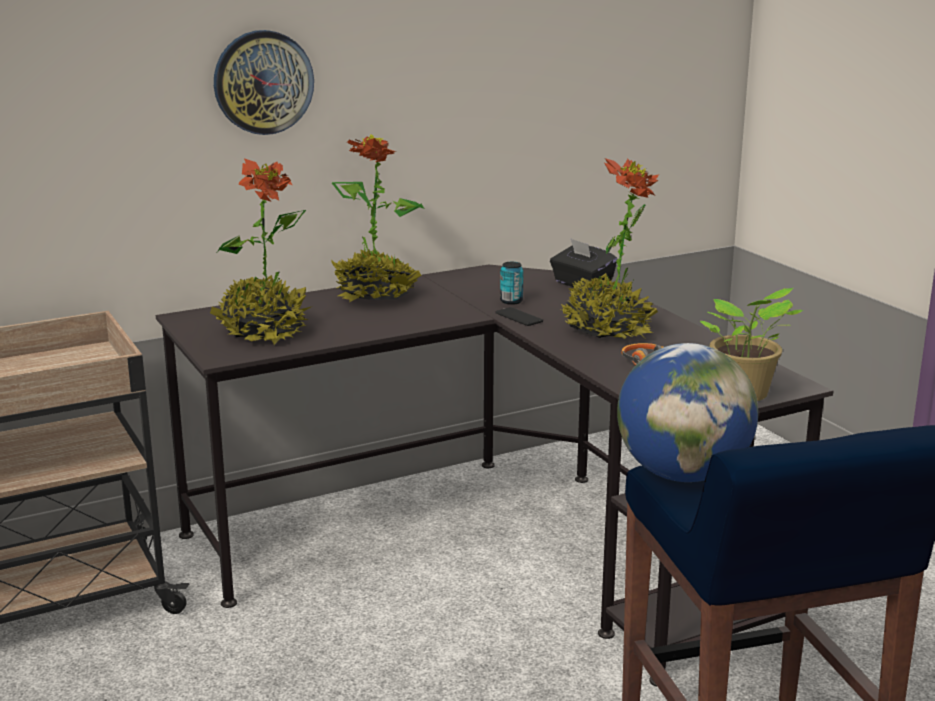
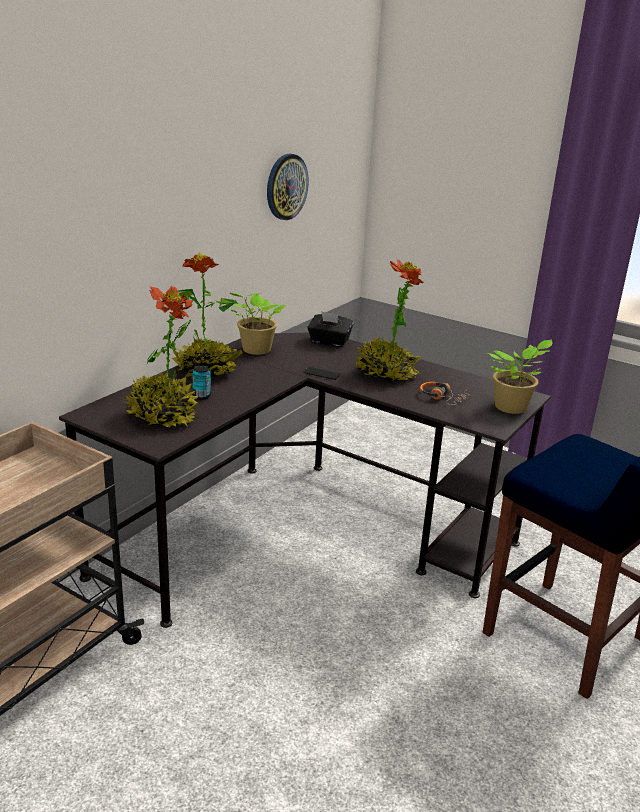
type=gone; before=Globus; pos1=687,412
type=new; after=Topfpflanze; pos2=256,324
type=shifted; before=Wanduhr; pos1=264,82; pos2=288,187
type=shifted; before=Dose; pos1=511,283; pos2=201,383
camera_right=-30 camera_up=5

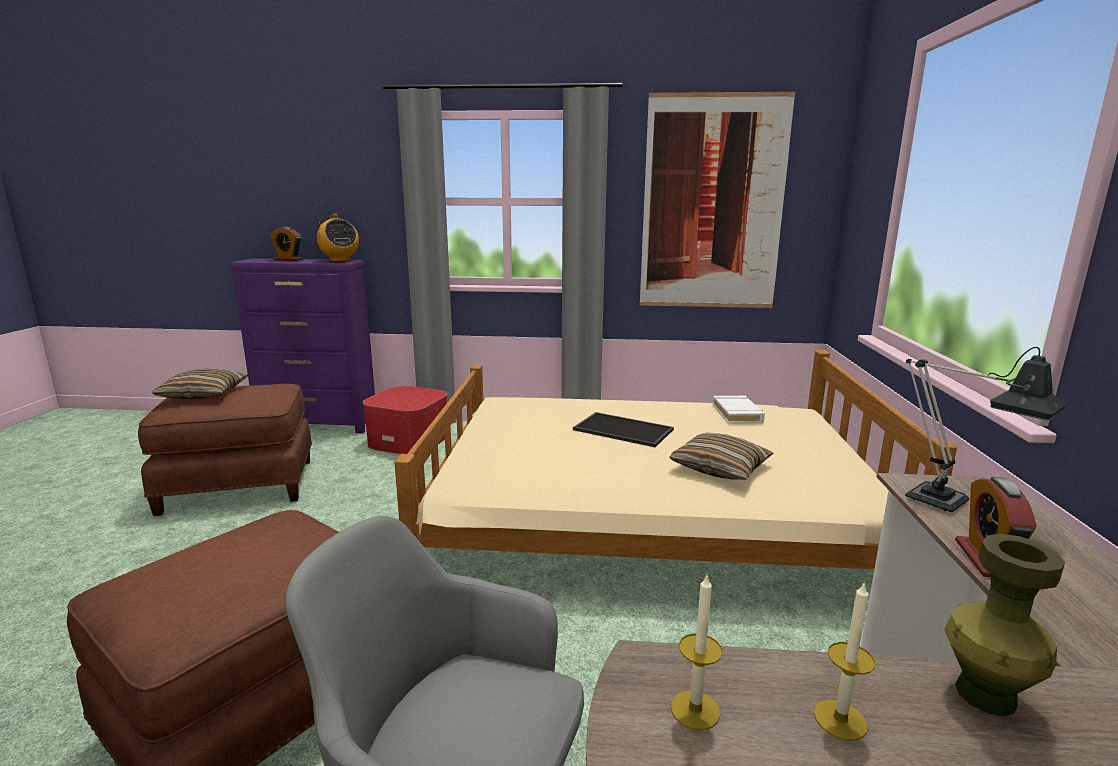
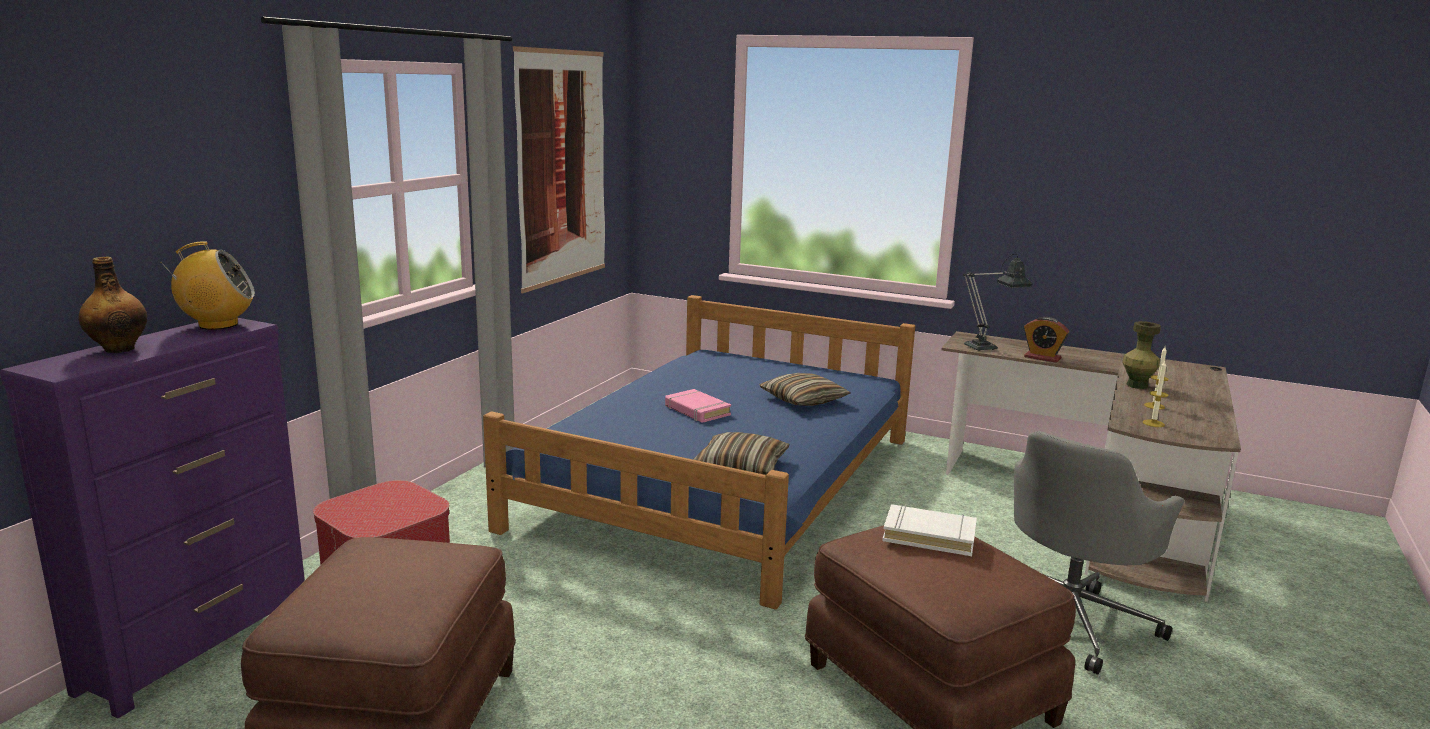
type=shifted; before=Kissen; pos1=200,383; pos2=741,453
type=shifted; before=Buch (weiß); pos1=739,410; pos2=929,530
type=swapped; before=Wecker; after=Flasche; pos1=286,244; pos2=112,304
type=swapped; before=Tablett; after=Buch (rosa); pos1=623,429; pos2=698,406
type=repainted; before=Bett (beige); after=Bett (blau); pos1=675,459; pos2=699,452
camera_right=-70 camera_up=0

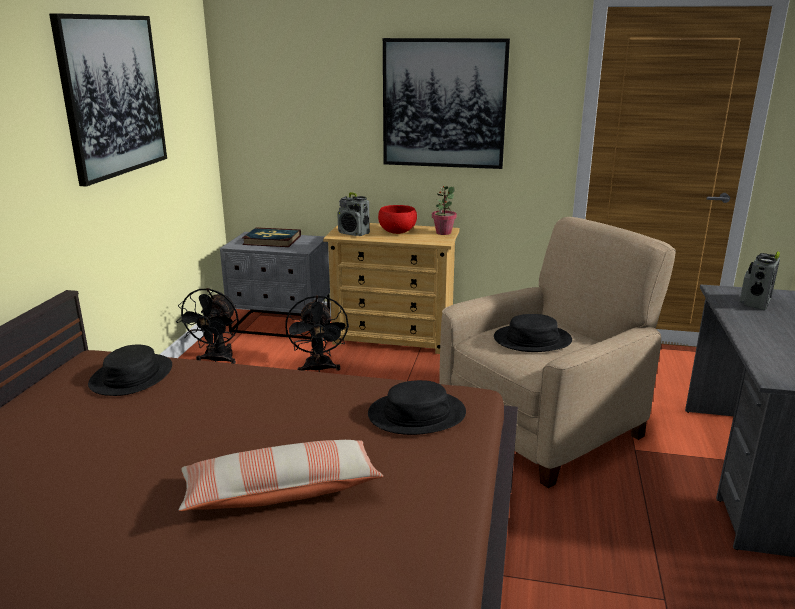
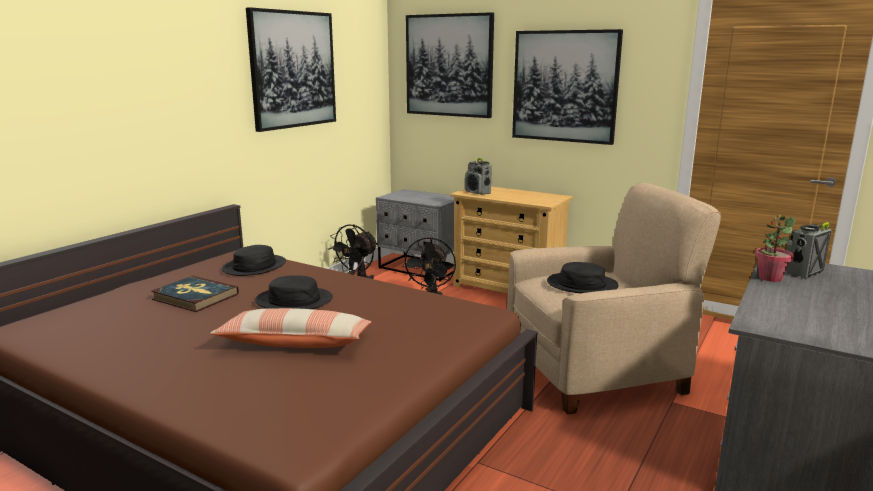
type=gone; before=Schüssel (rot); pos1=397,219
type=new; after=Bild; pos2=450,65
type=shifted; before=Buch; pos1=271,237; pos2=195,294
type=shifted; before=Hut (schwarz); pos1=417,407; pos2=294,292
type=shifted; before=Topfpflanze; pos1=444,210; pos2=775,248
camera_right=20 camera_up=-5

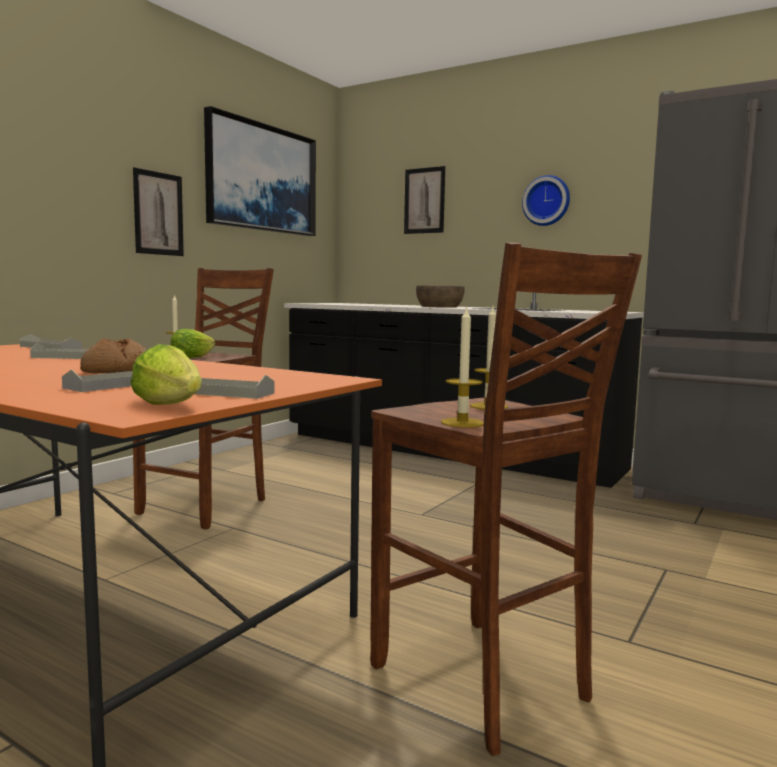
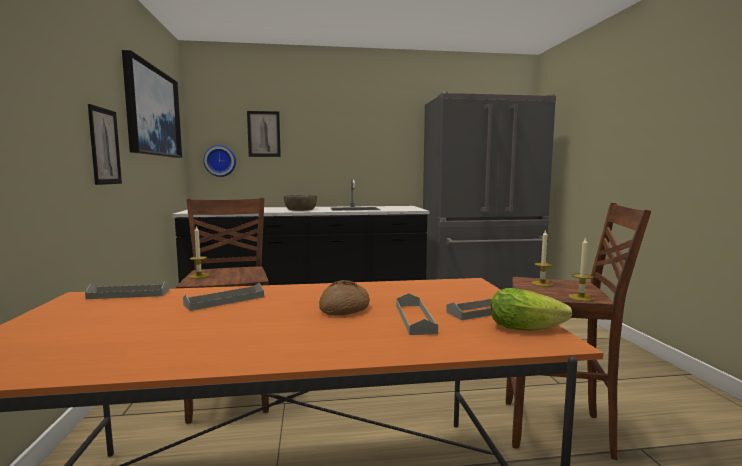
type=gone; before=Salatkopf; pos1=192,343
type=shifted; before=Wanduhr; pos1=546,200; pos2=220,161
camera_right=-40 camera_up=0

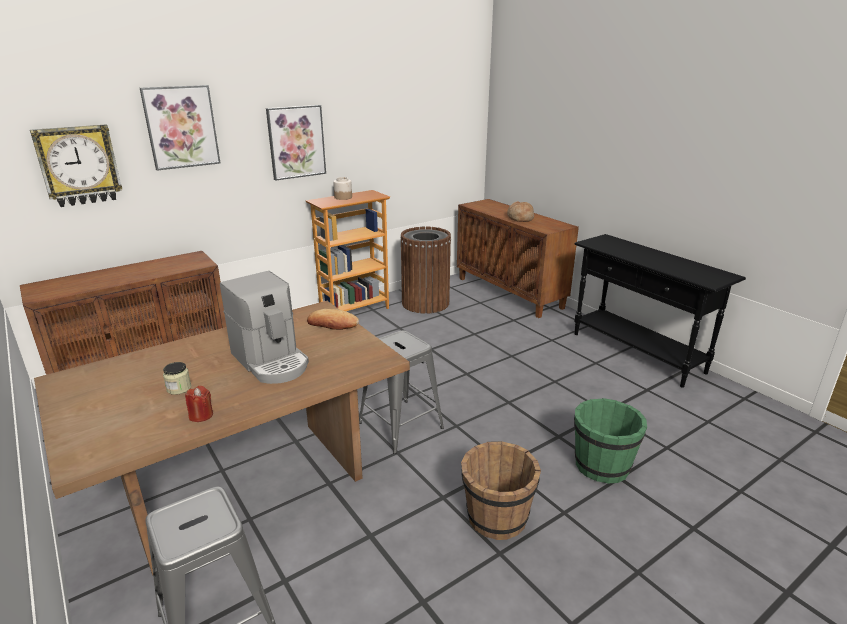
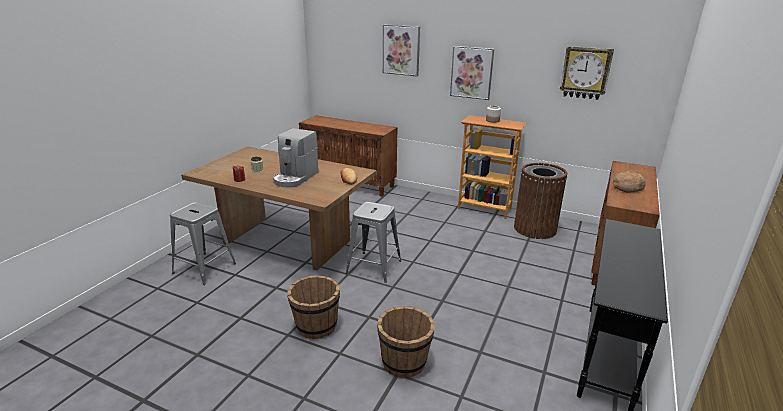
type=shifted; before=Wanduhr; pos1=76,165; pos2=587,73
type=repainted; before=Eimer (grün); after=Eimer (braun); pos1=610,440; pos2=406,342
camera_right=60 camera_up=0

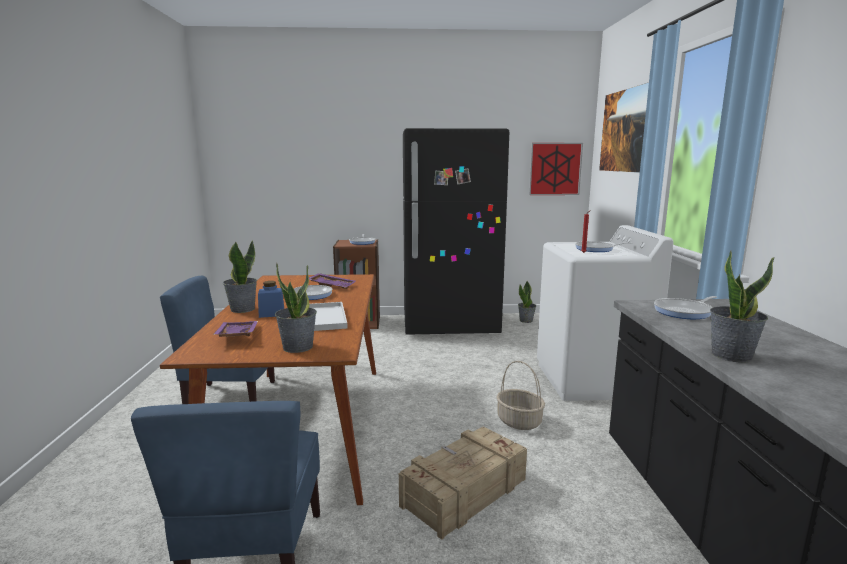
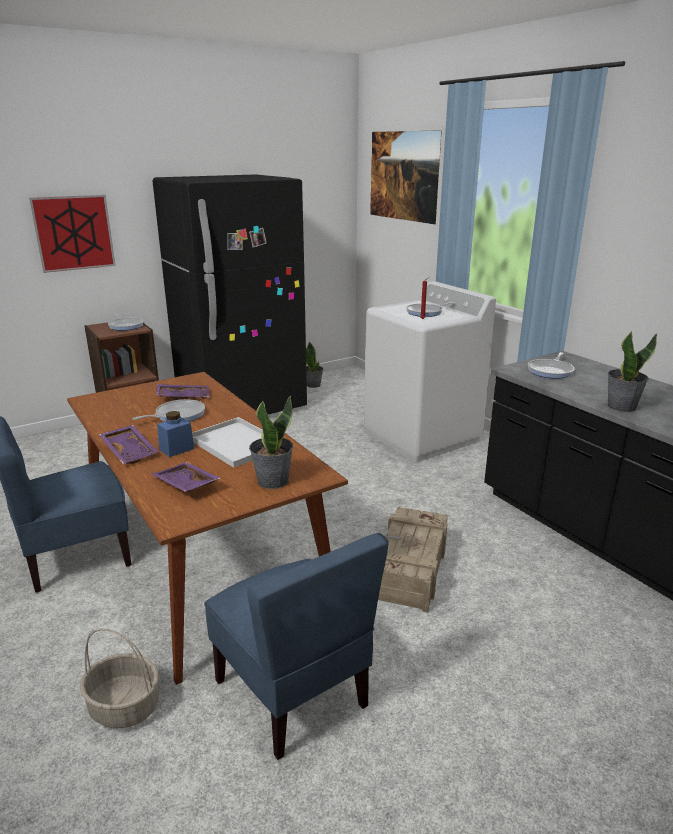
type=shifted; before=Korb; pos1=520,395; pos2=119,678
type=shifted; before=Bild; pos1=556,169; pos2=72,234
type=swapped; before=Topfpflanze; after=Tablett (lila); pos1=240,276; pos2=128,444
camera_right=-30 camera_up=10

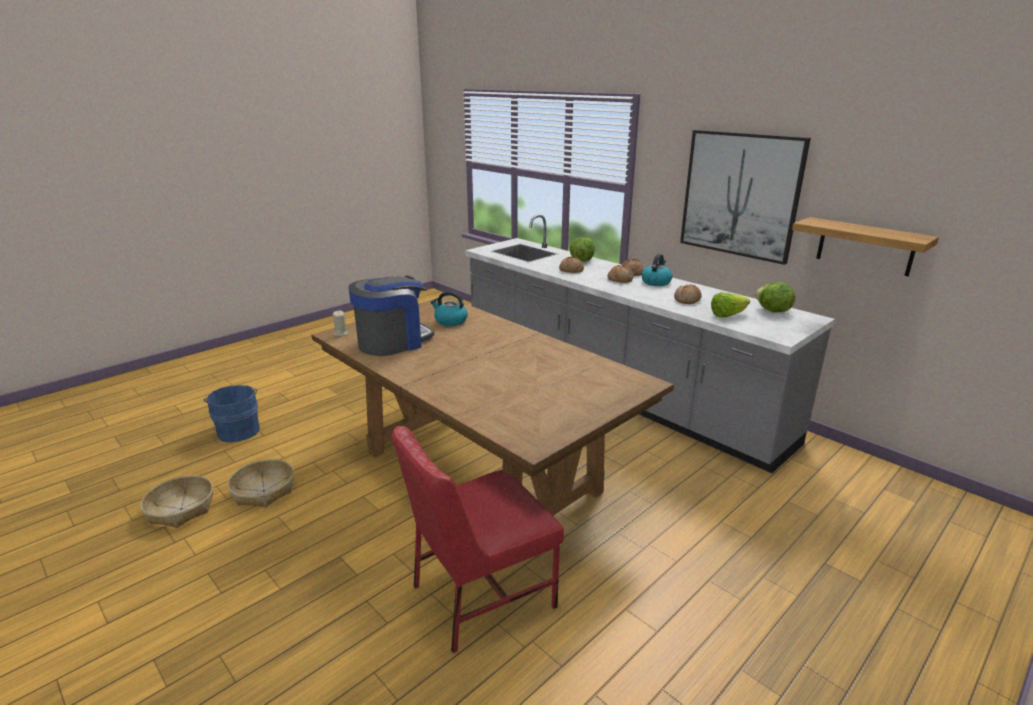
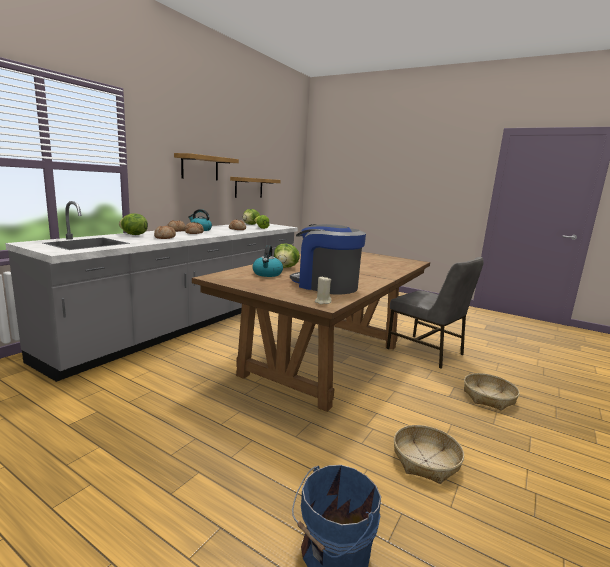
type=new; after=Salatkopf; pos2=287,255
type=shifted; before=Korb; pos1=176,501; pos2=492,392
type=swapped; before=Bild; after=Wandregal; pos1=745,197; pos2=206,166
type=repainted; before=Stuhl (rot); after=Stuhl (grau); pos1=478,539; pos2=435,313
camera_right=-105 camera_up=-10

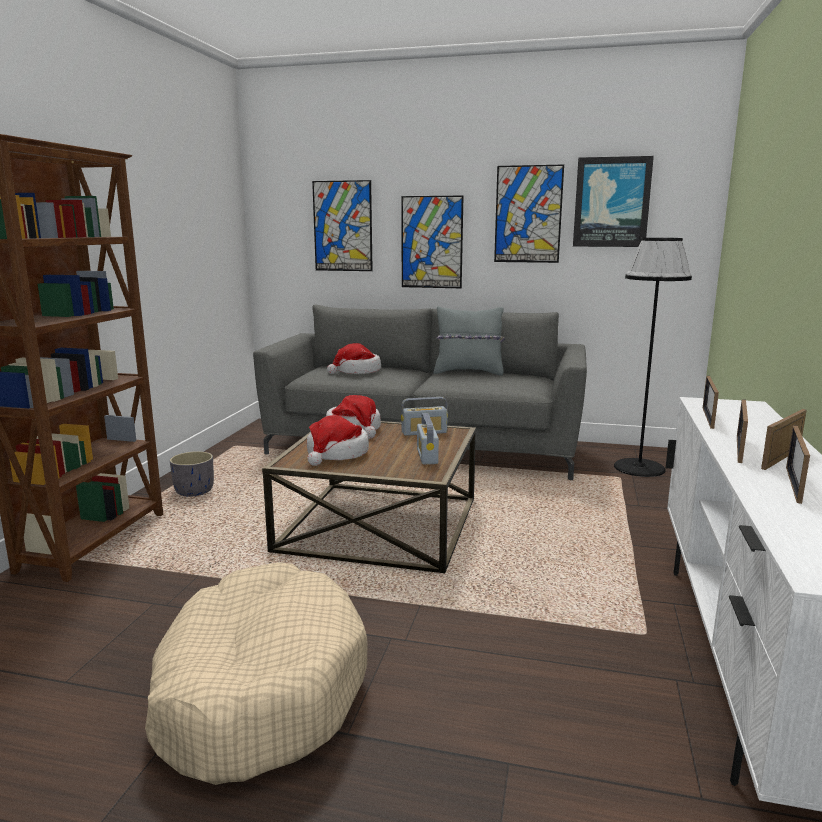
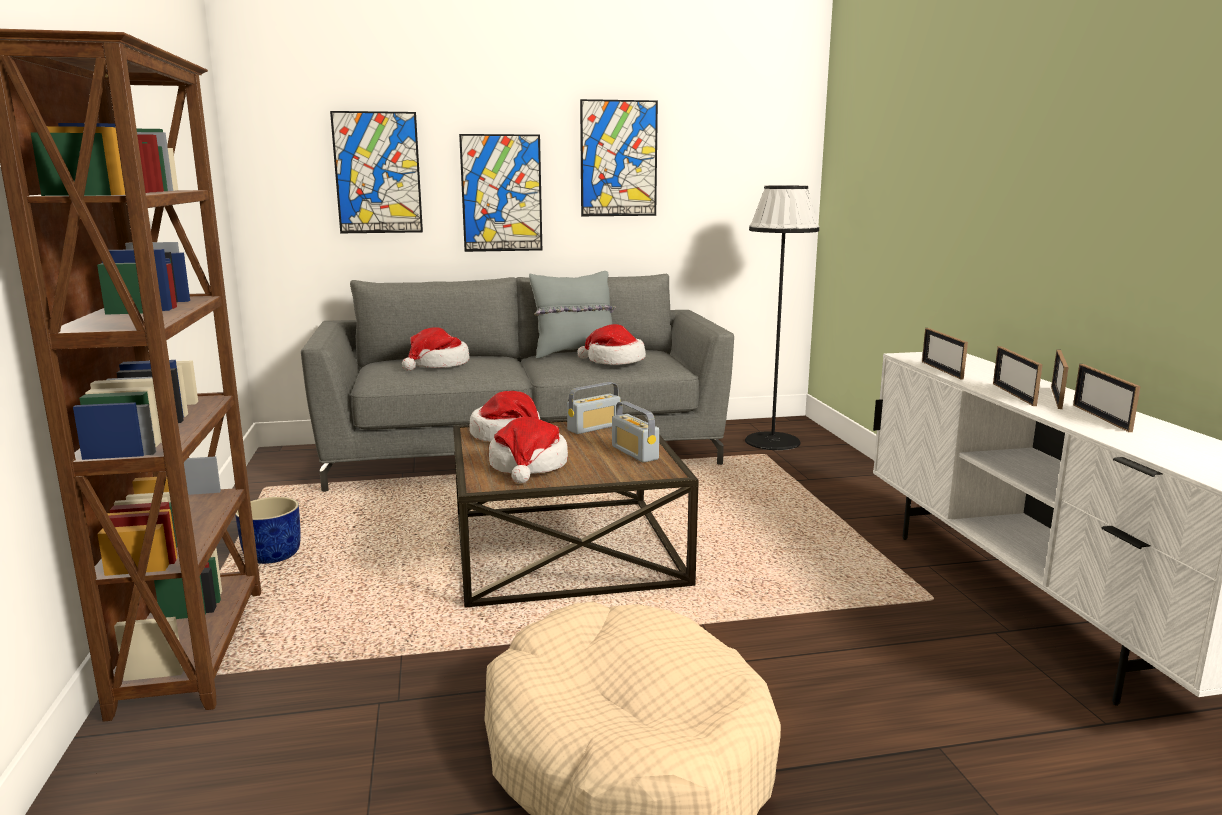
type=gone; before=Bild; pos1=613,201
type=new; after=Hut; pos2=611,344
type=repainted; before=Pflanzkübel (grau); after=Pflanzkübel (blau); pos1=192,474; pos2=268,530
camera_right=-25 camera_up=0

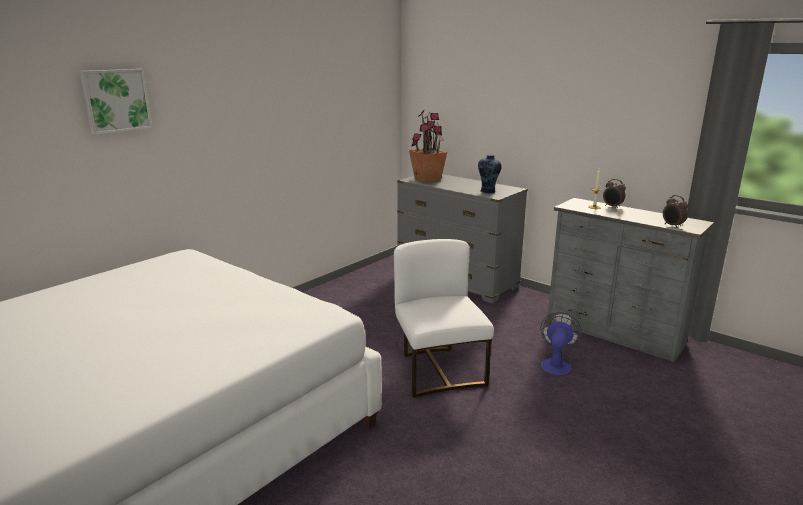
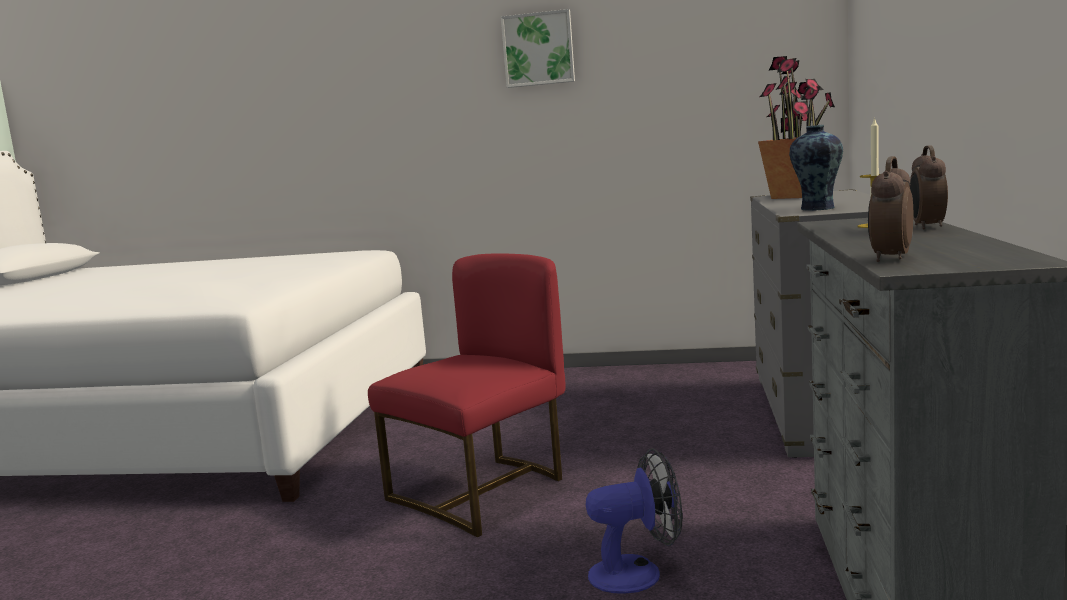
type=shifted; before=Bild; pos1=116,102; pos2=538,48
type=repainted; before=Stuhl (weiß); after=Stuhl (rot); pos1=444,318; pos2=466,395
camera_right=60 camera_up=-10

